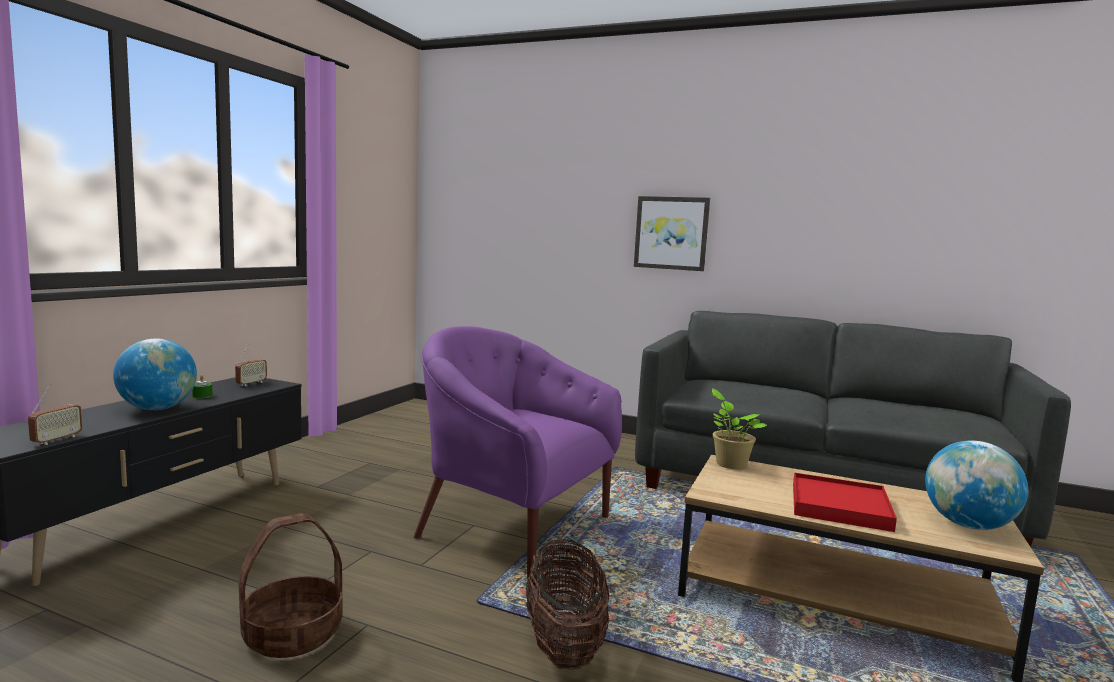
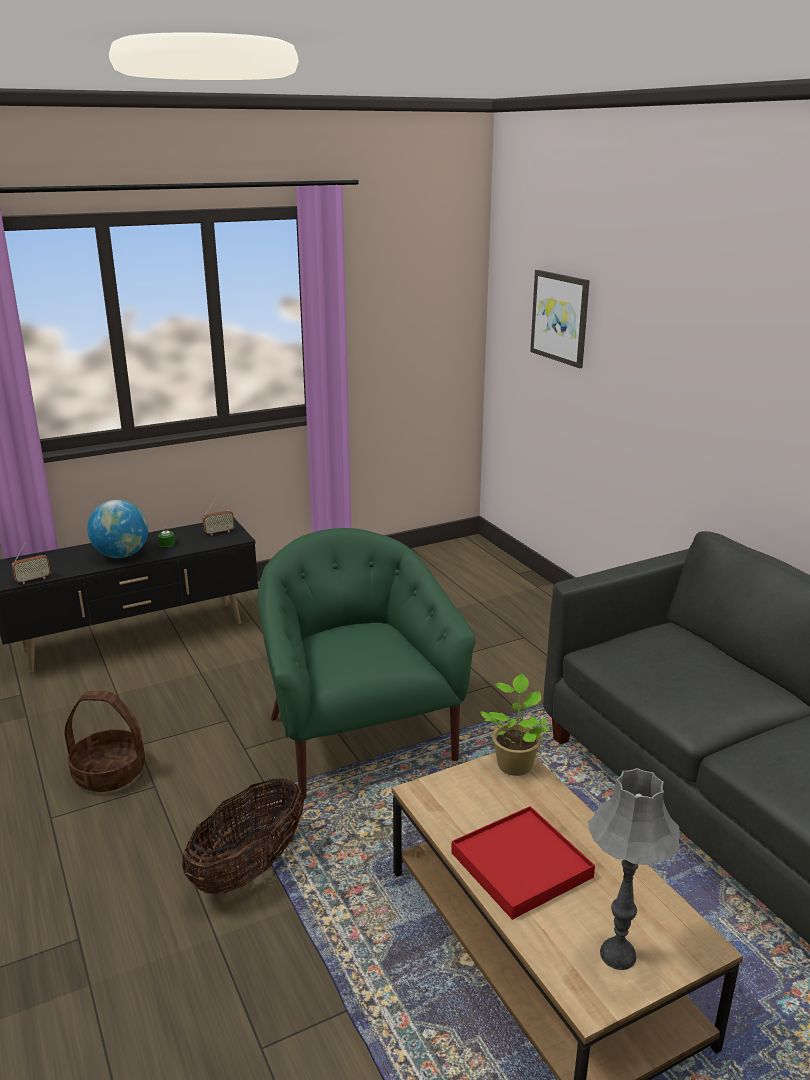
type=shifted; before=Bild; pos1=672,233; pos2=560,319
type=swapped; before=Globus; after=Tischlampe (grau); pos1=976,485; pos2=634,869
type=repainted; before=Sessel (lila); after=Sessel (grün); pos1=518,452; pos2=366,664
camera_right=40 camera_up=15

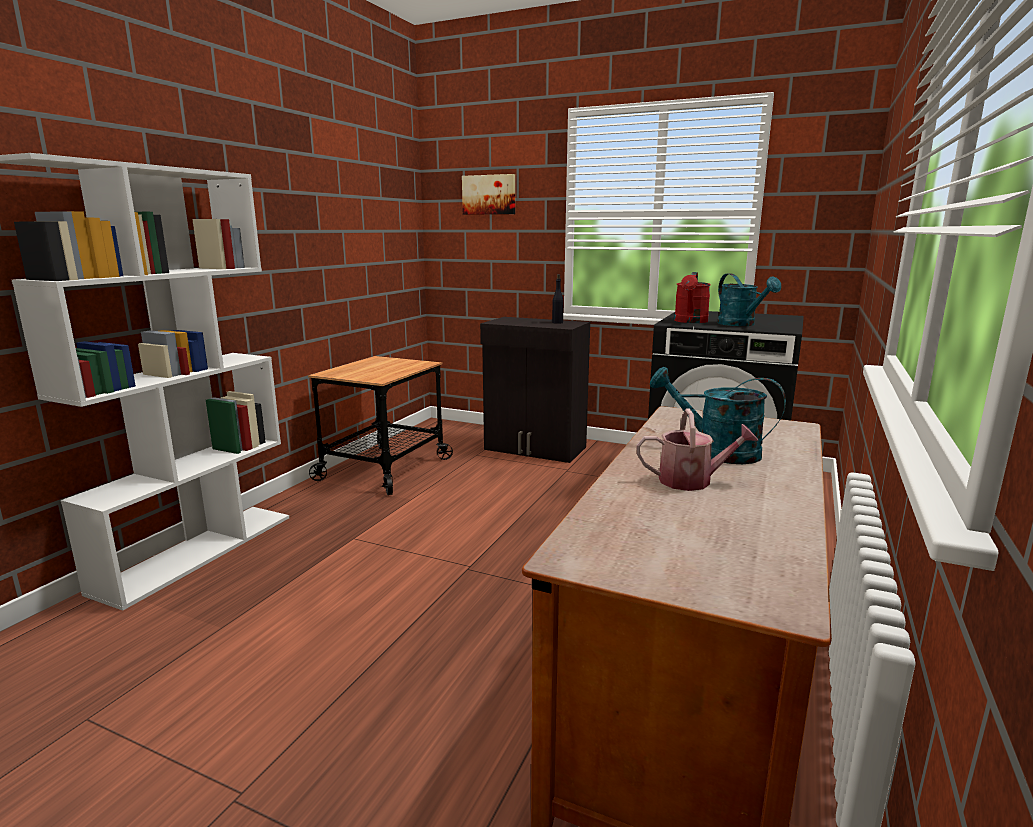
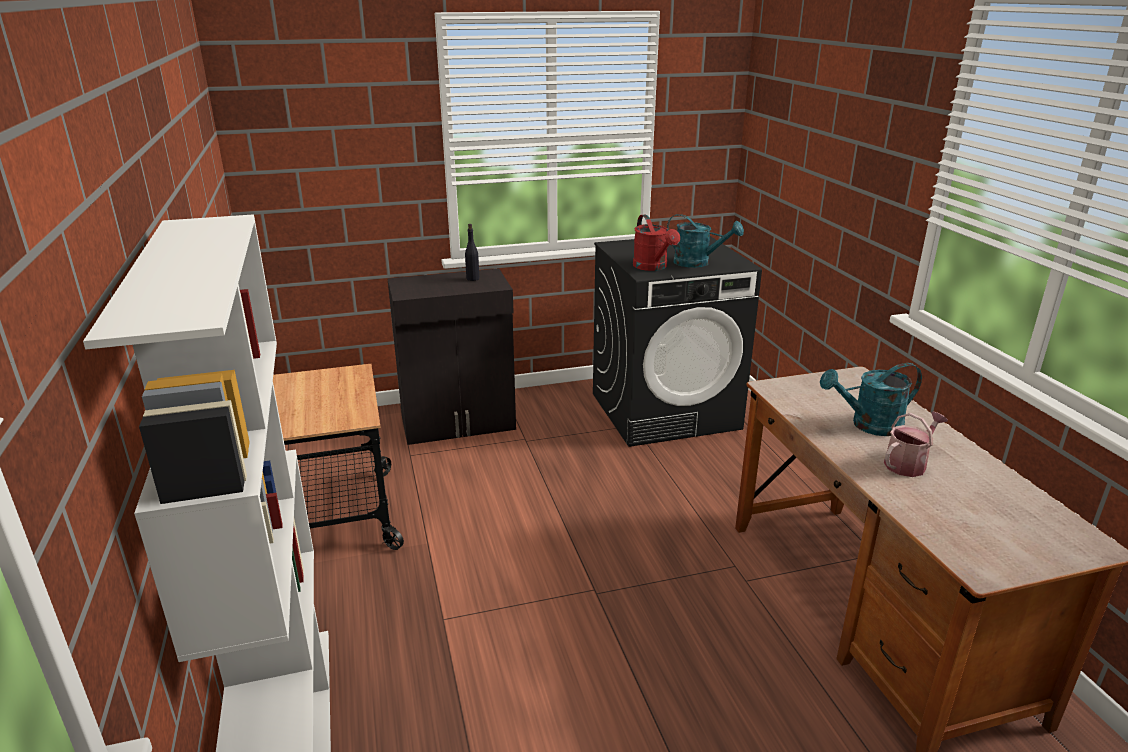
type=gone; before=Bild; pos1=488,194
camera_right=-40 camera_up=10

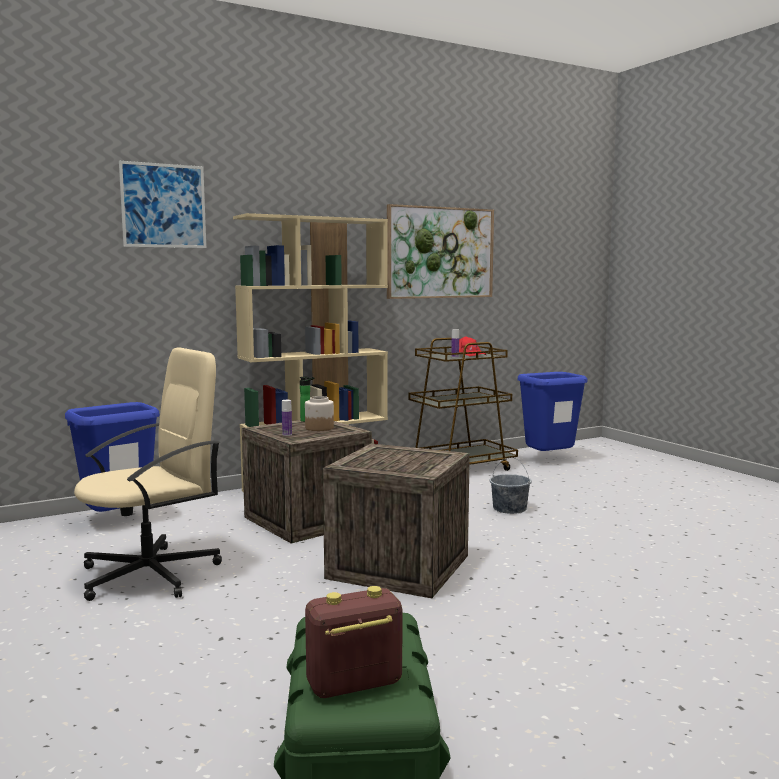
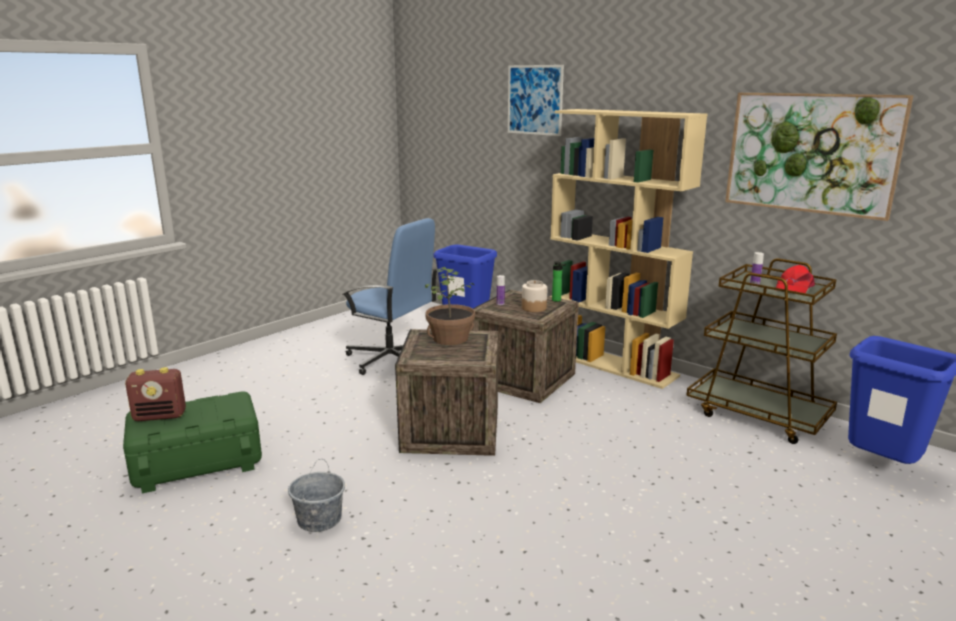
type=new; after=Topfpflanze; pos2=450,306
type=shifted; before=Eimer (grau); pos1=510,485; pos2=316,495
type=repainted; before=Bürostuhl (beige); after=Bürostuhl (blau); pos1=148,474; pos2=390,296
type=rotated; before=Radio; pos1=353,642; pos2=155,394; turn=120
camera_right=70 camera_up=10

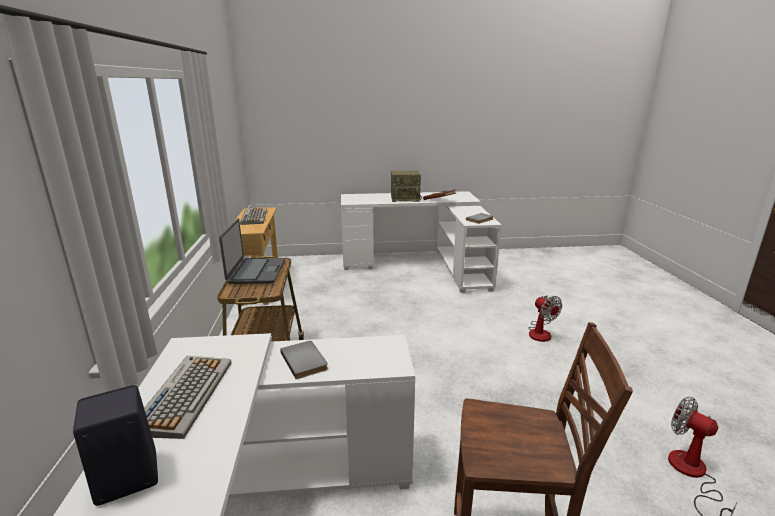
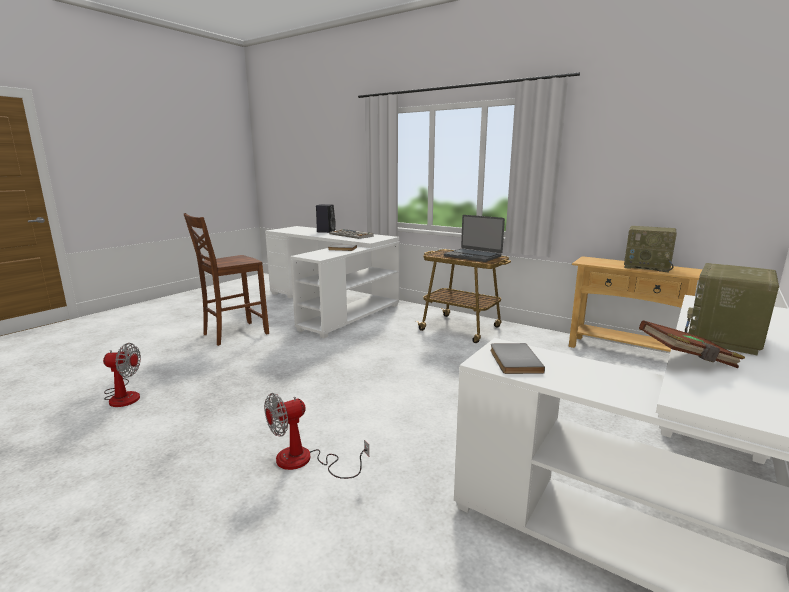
type=swapped; before=Tastatur; after=Radio; pos1=253,216; pos2=650,249
type=rotated; before=Ventilator; pos1=545,318; pos2=316,436; turn=-45
camera_right=130 camera_up=-5

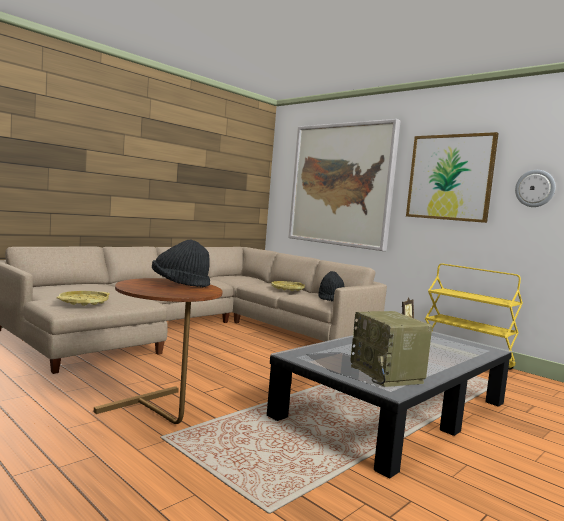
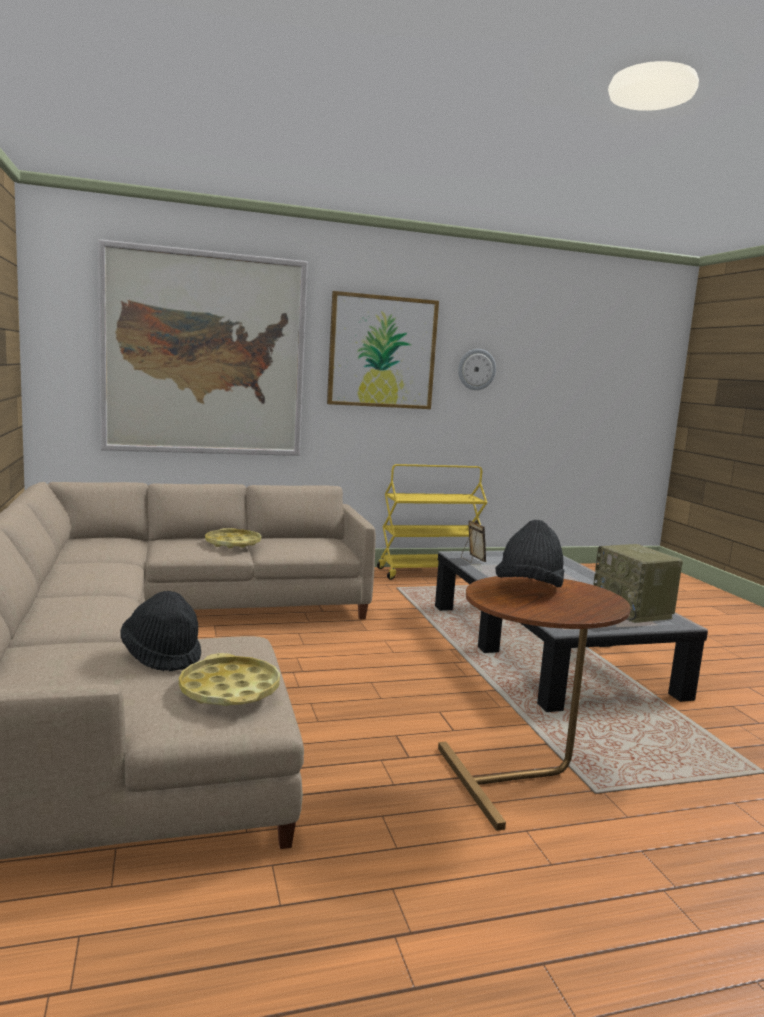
type=shifted; before=Hut (schwarz); pos1=331,286; pos2=160,631
type=rotated; before=Radio; pos1=391,349; pos2=638,583; turn=60
camera_right=-60 camera_up=5

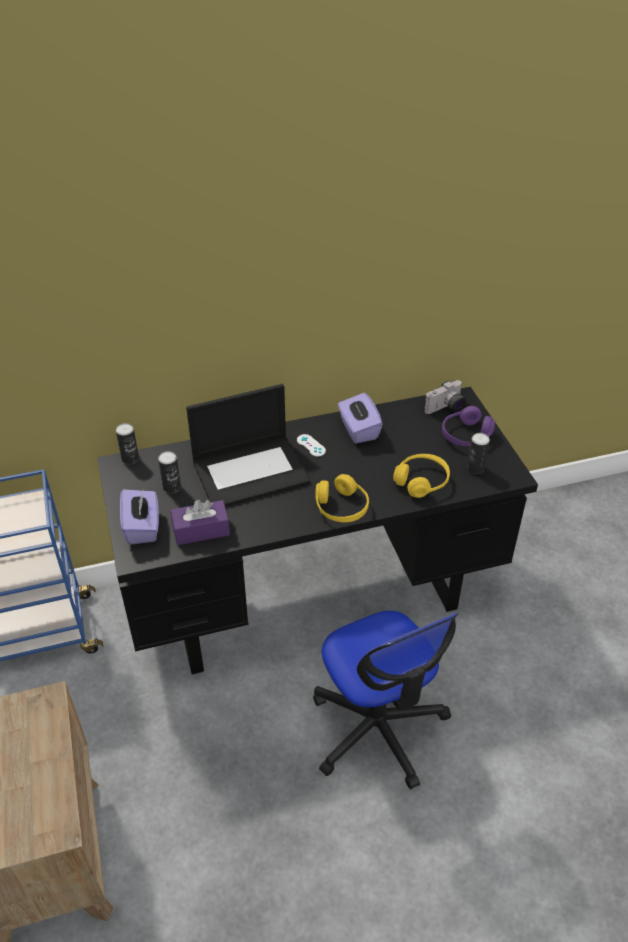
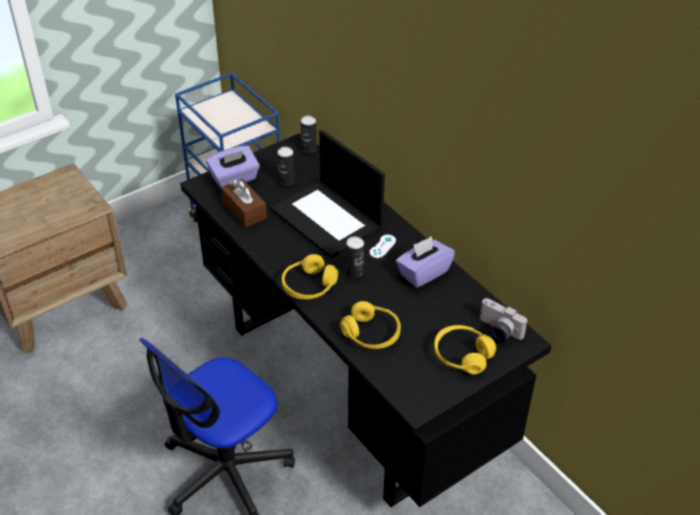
type=shifted; before=Dose; pos1=478,453; pos2=355,256
type=repainted; before=Taschentuchbox (lila); after=Taschentuchbox (braun); pos1=200,522; pos2=244,203
type=repainted; before=Kopfhörer (lila); after=Kopfhörer (gelb); pos1=468,426; pos2=465,349
camera_right=70 camera_up=0

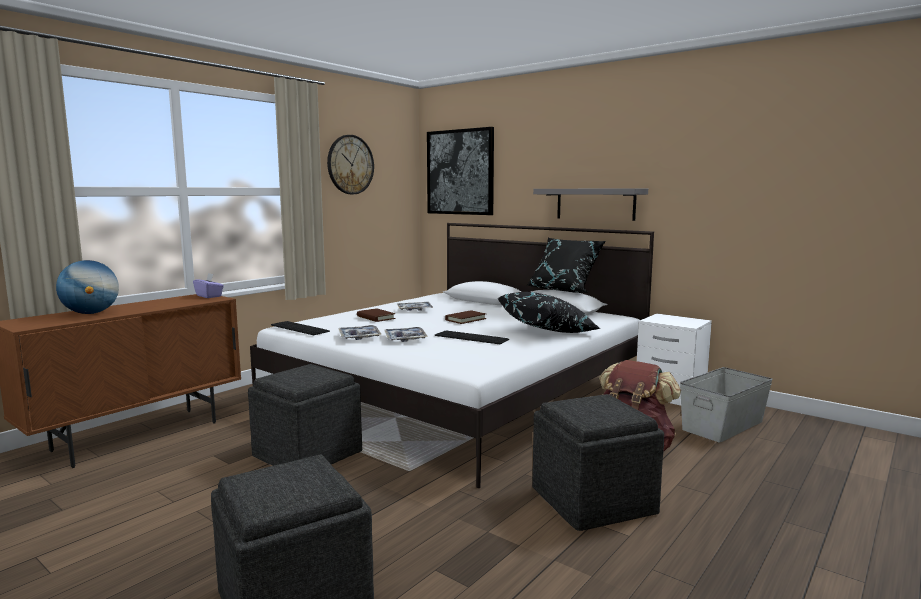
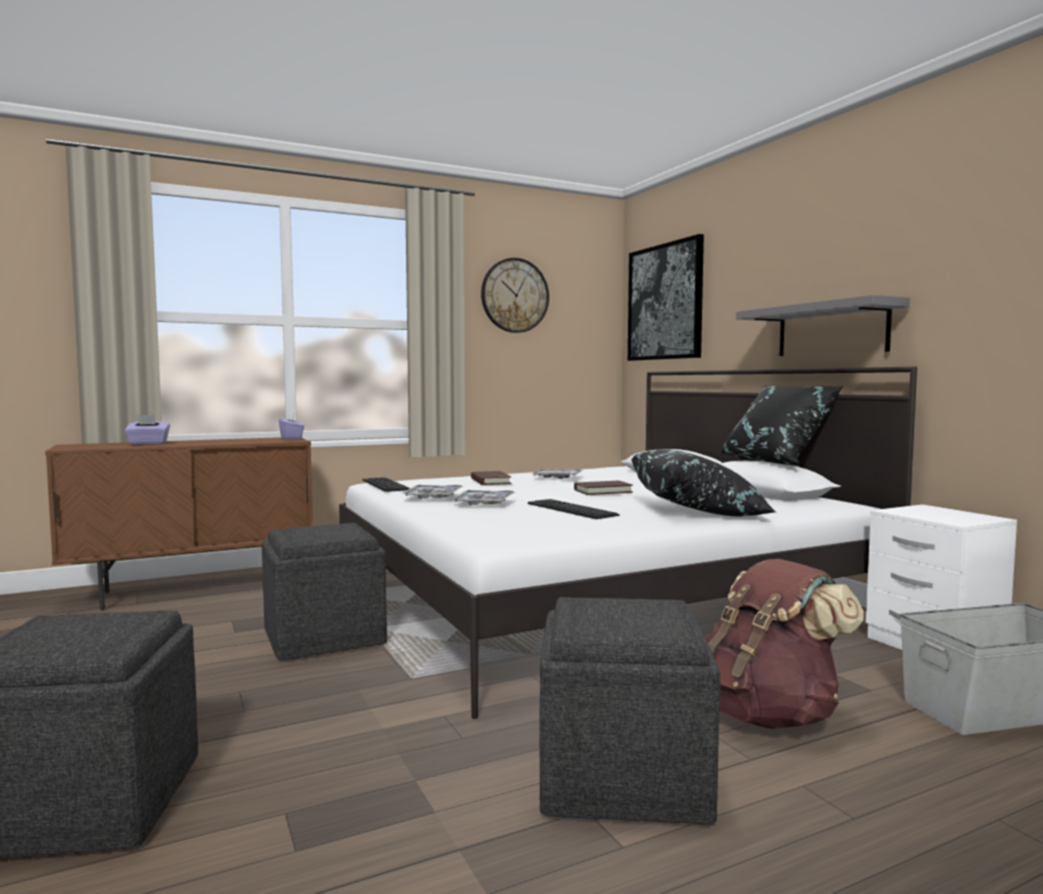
type=swapped; before=Globus; after=Taschentuchbox (lila); pos1=87,287; pos2=147,430
camera_right=25 camera_up=-5

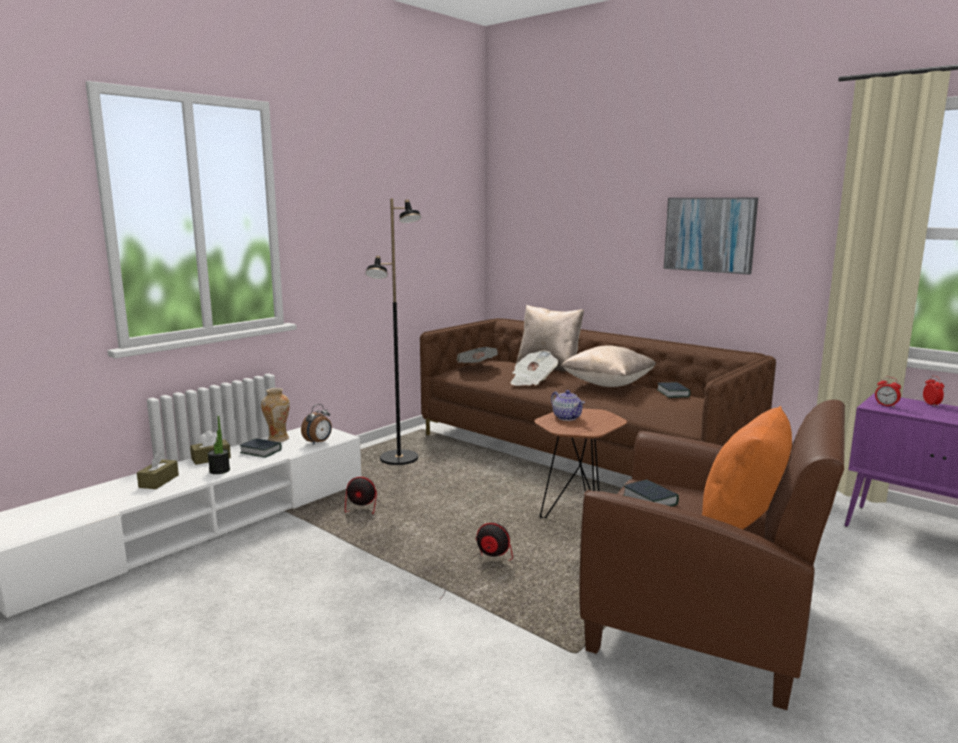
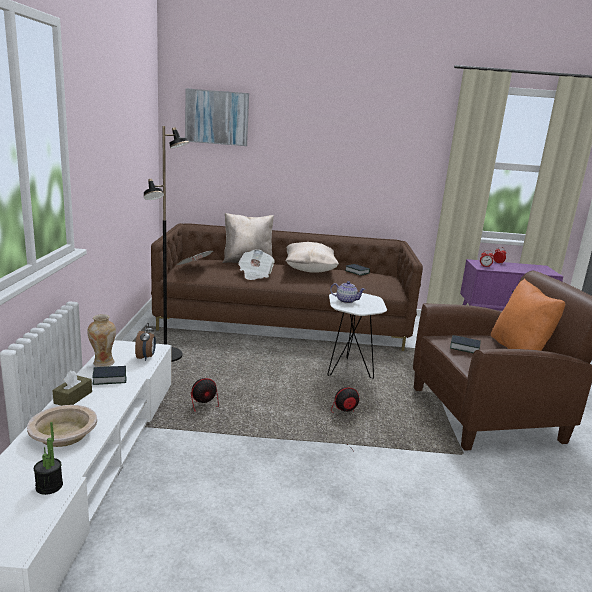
type=shifted; before=Topfpflanze; pos1=219,445; pos2=48,458
type=shifted; before=Bild; pos1=711,236; pos2=217,117
type=swapped; before=Taschentuchbox (braun); after=Schüssel (beige); pos1=158,470; pos2=62,426
type=repainted; before=Beistelltisch (braun); after=Beistelltisch (weiß); pos1=580,463; pos2=357,336
camera_right=-40 camera_up=5

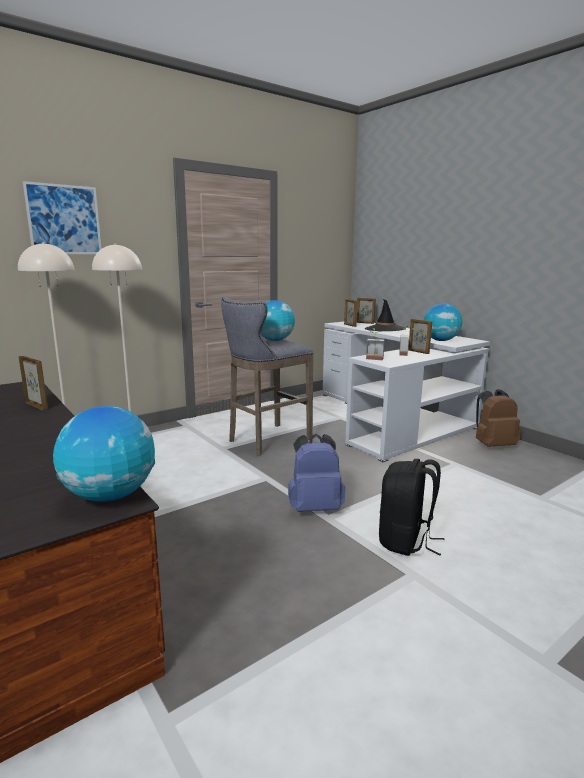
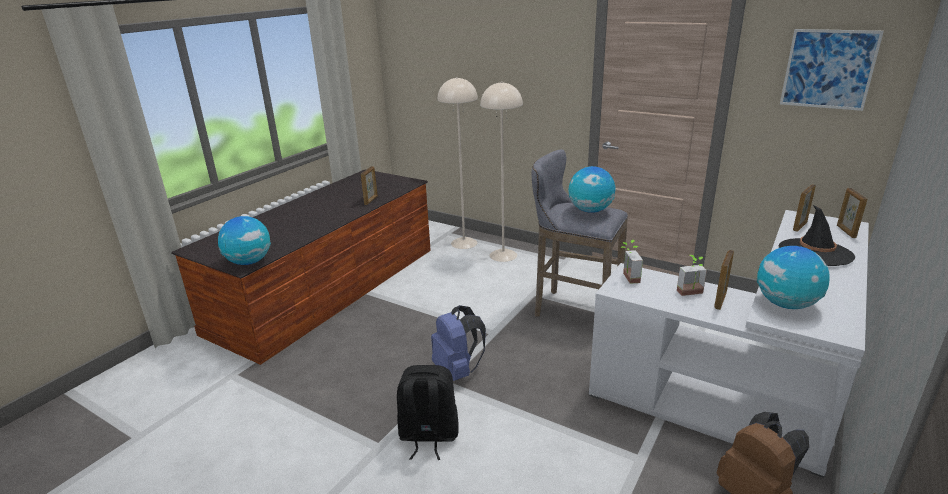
type=shifted; before=Bild; pos1=62,217; pos2=832,70
camera_right=70 camera_up=10

